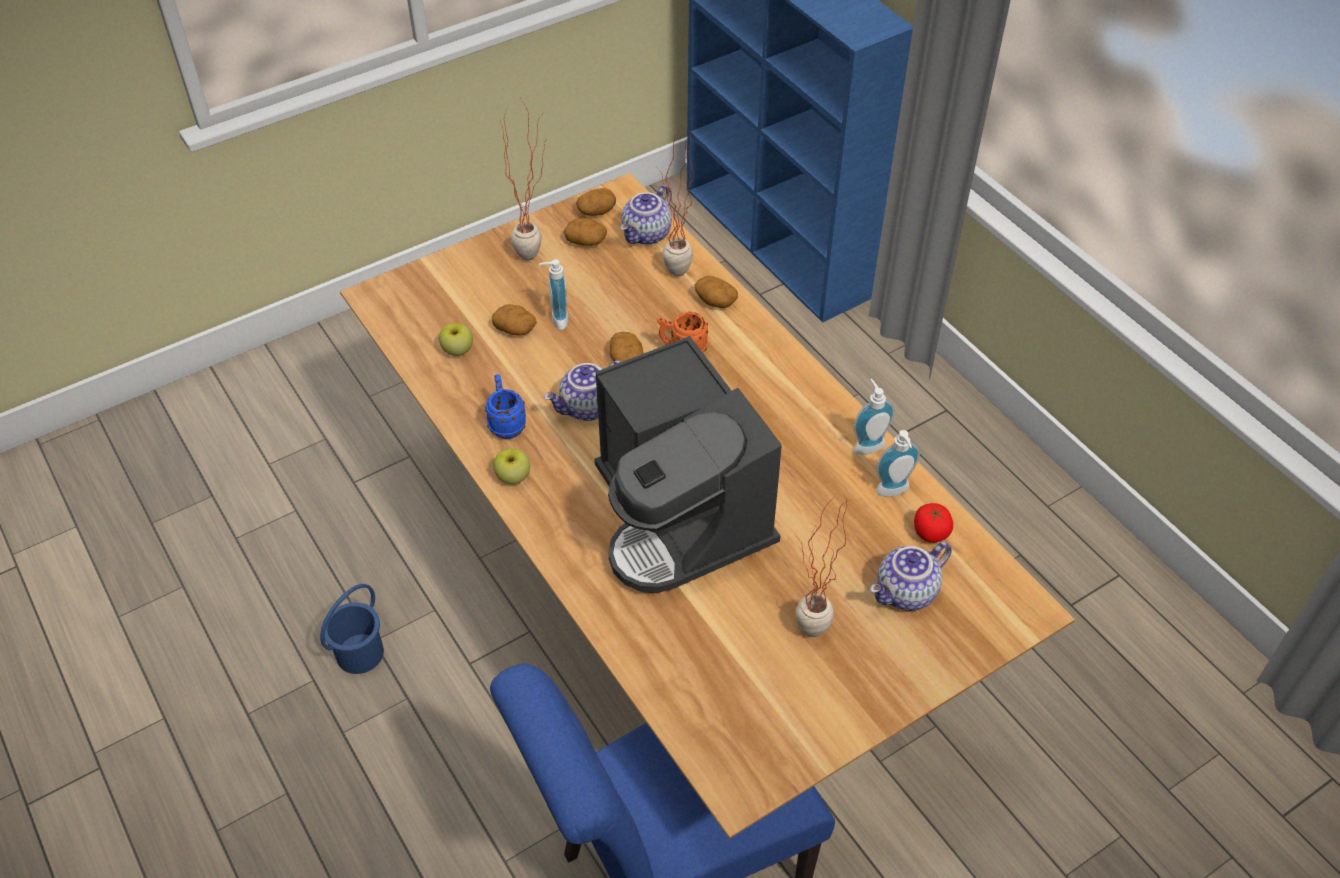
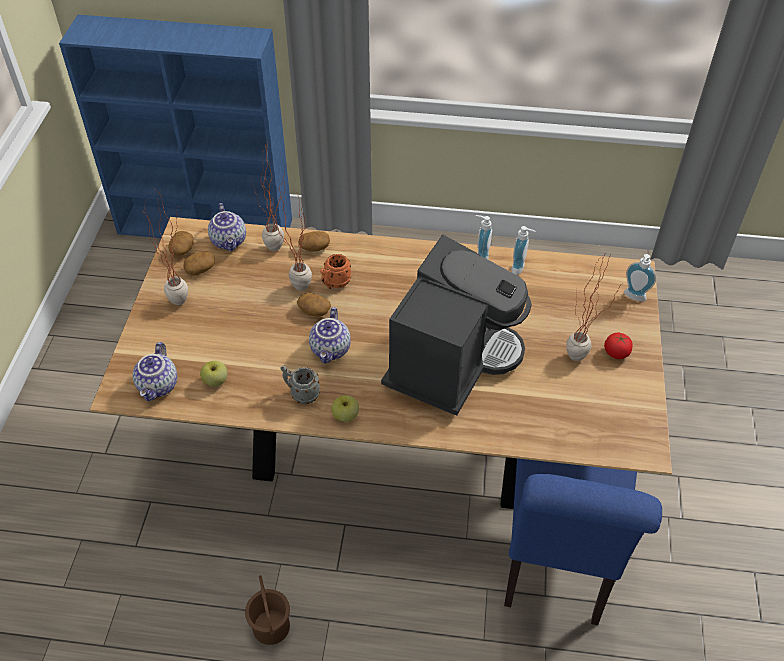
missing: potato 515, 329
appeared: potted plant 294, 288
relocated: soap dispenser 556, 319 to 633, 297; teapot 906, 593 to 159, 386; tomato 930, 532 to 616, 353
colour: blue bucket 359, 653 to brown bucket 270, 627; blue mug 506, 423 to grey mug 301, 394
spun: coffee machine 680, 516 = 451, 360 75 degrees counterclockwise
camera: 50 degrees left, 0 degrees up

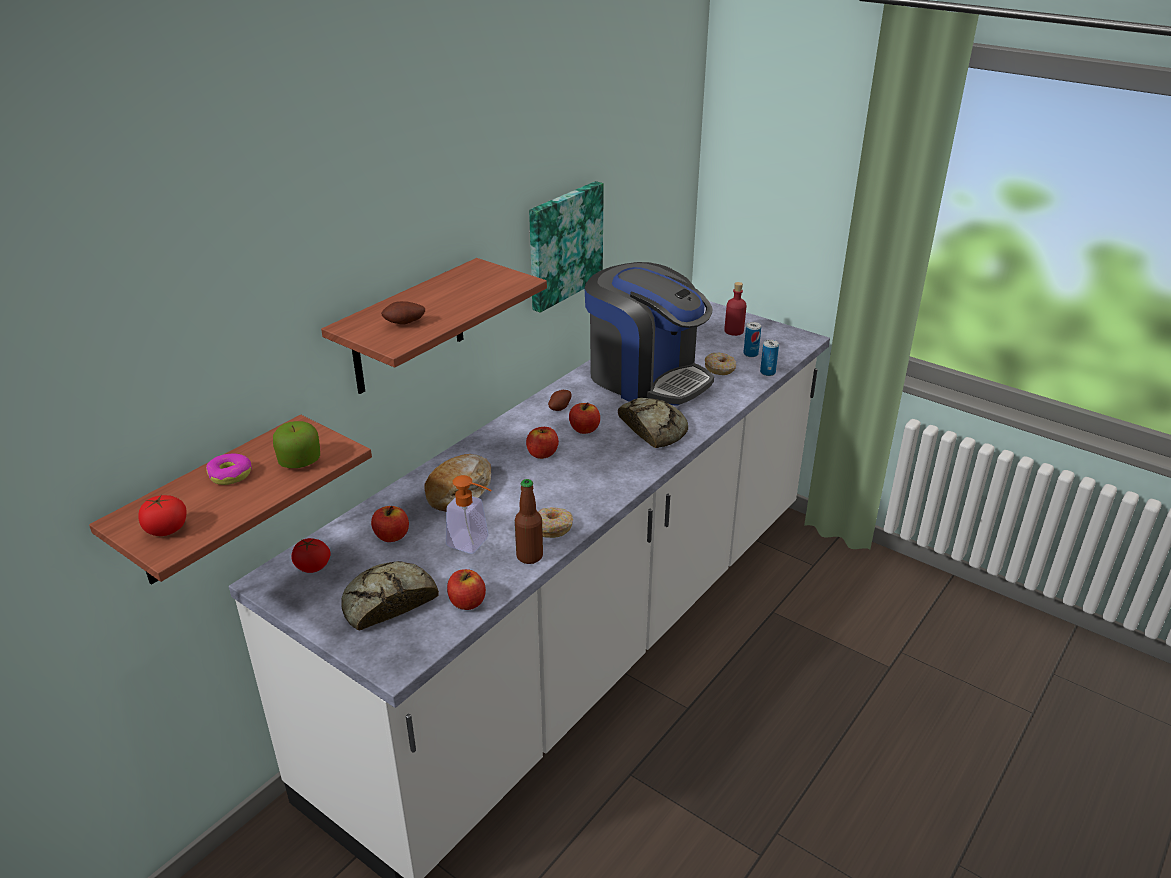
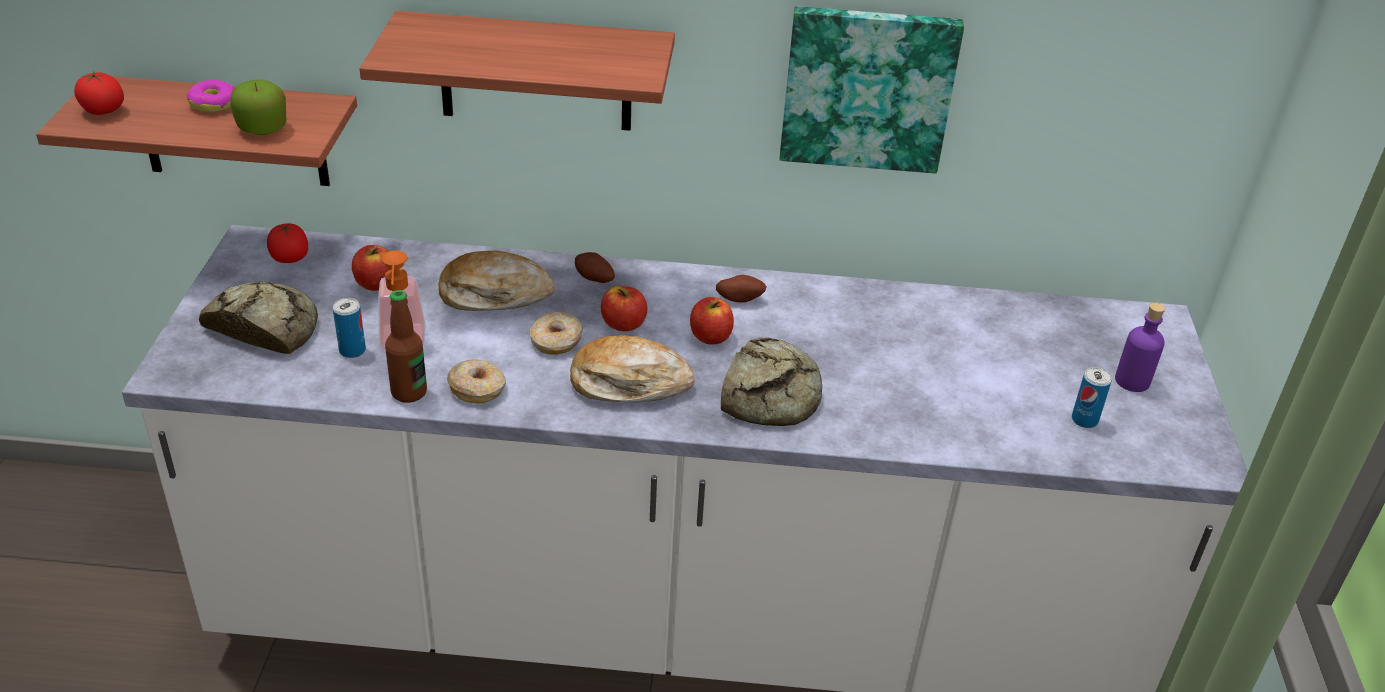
missing: apple 467, 602; coffee machine 646, 378
appeared: bread 629, 383
relocated: potato 404, 324 to 593, 280; donut 720, 369 to 556, 342; can 767, 372 to 352, 350
colour: red bottle 734, 331 to purple bottle 1132, 381
camera: 55 degrees right, 5 degrees up

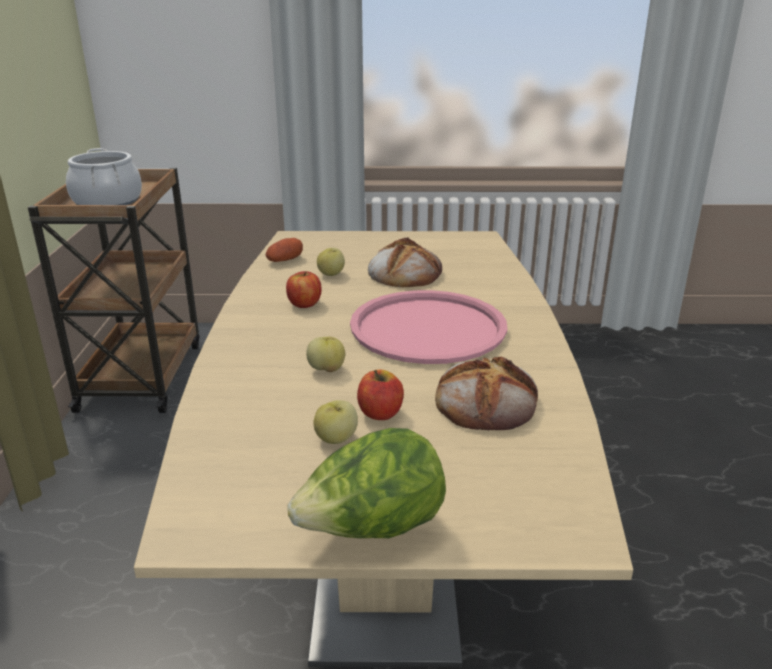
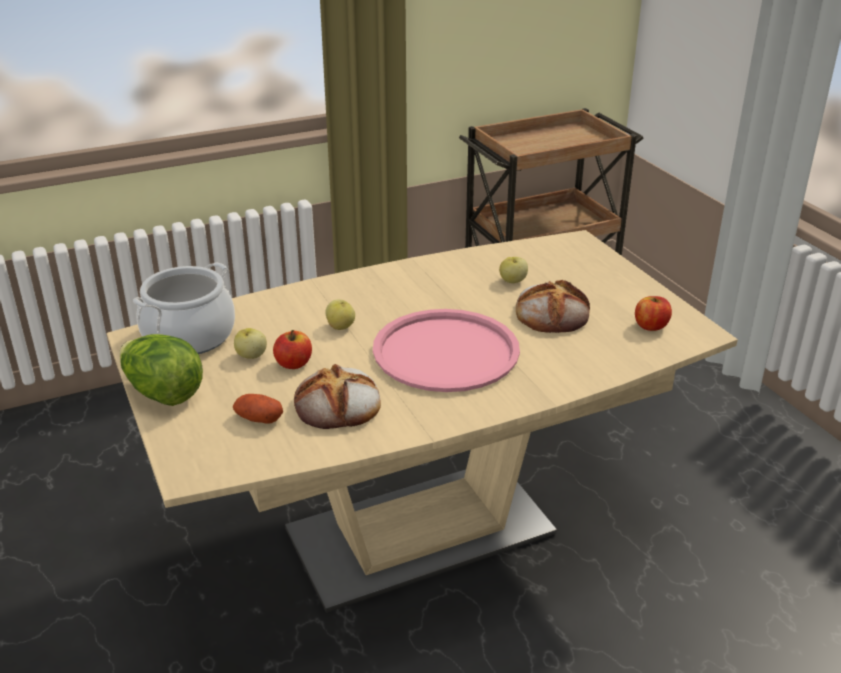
relocated: cooking pot 107, 201 to 189, 336; potato 285, 260 to 258, 419; apple 304, 304 to 650, 326
camera: 65 degrees right, 5 degrees up

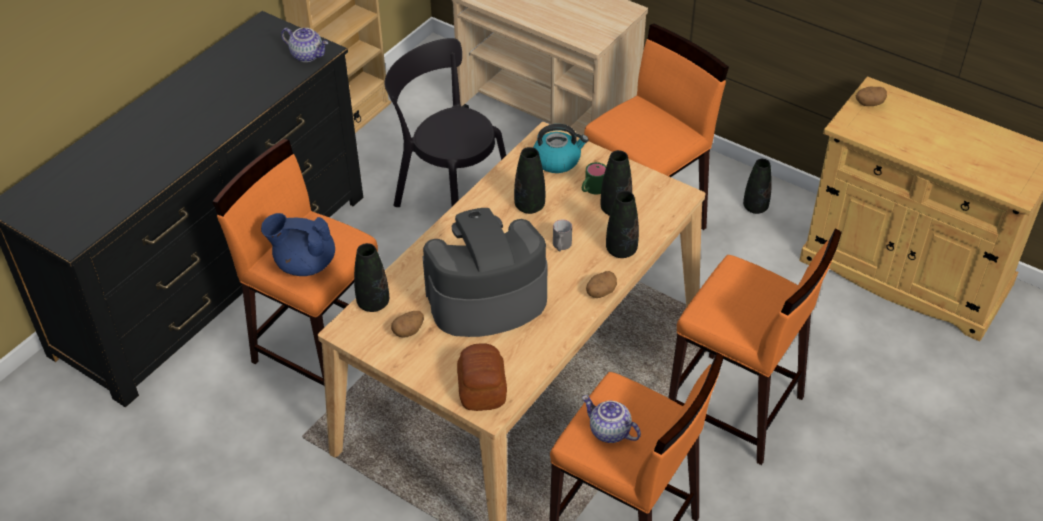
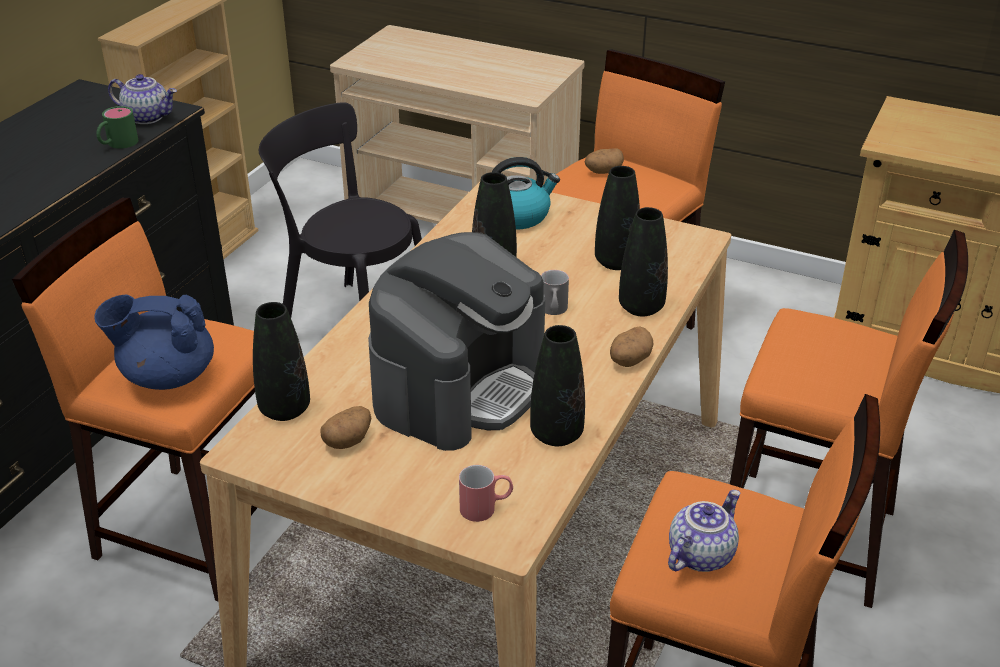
relocated: green mug 592, 189 to 117, 144; black vase 755, 207 to 556, 434; potato 869, 103 to 603, 172
exchanged: bread 482, 388 to red mug 486, 508
spun: coffee machine 486, 299 = 460, 386 150 degrees clockwise; teapot 608, 432 = 699, 554 105 degrees clockwise
camera: 10 degrees left, 10 degrees down

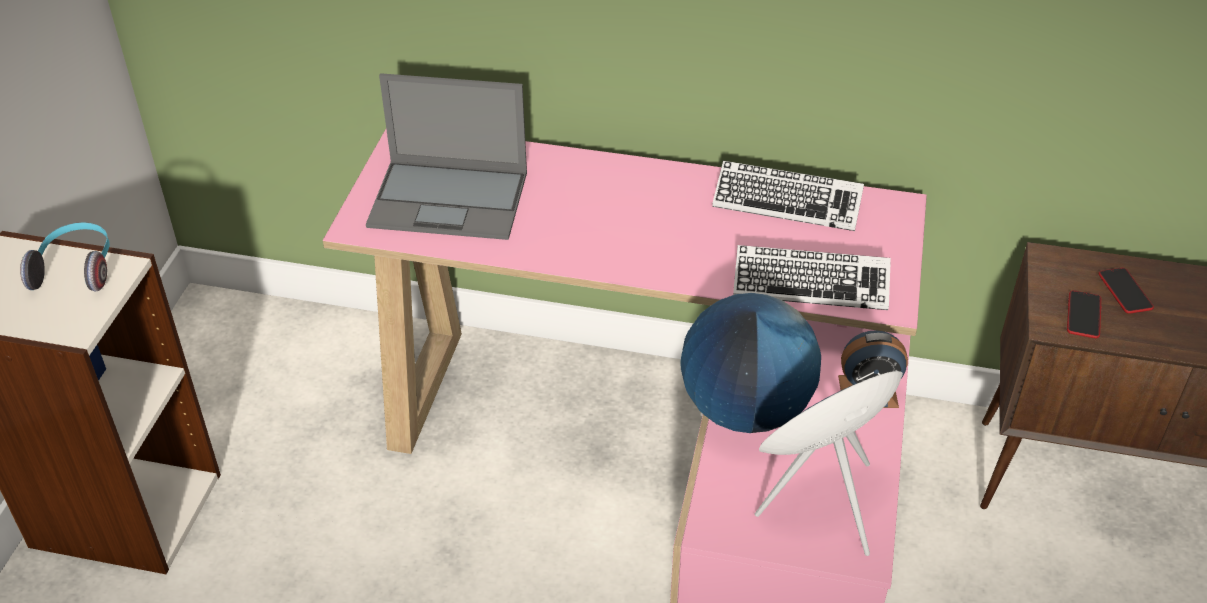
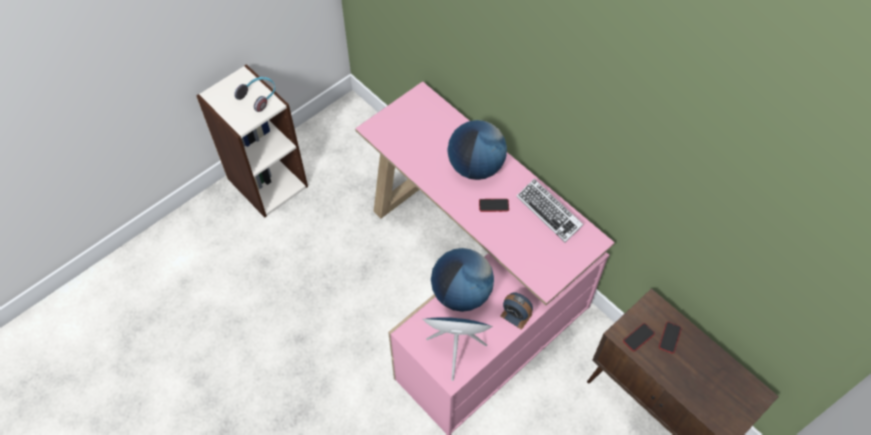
missing: laptop 451, 199; keyboard 810, 285
appeared: globe 475, 167; phone 493, 205
camera: 35 degrees right, 15 degrees up

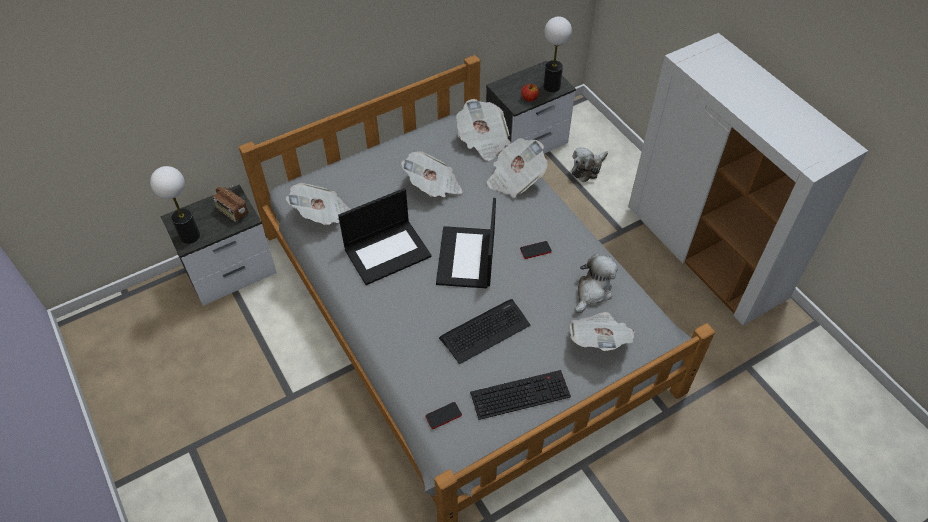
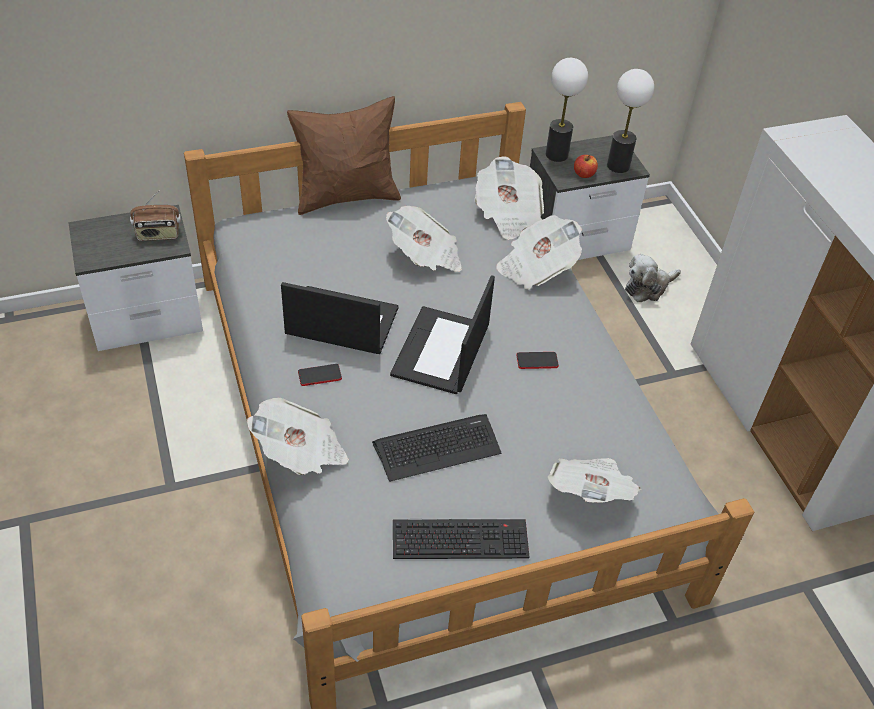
missing: plush toy 593, 291
appeared: brown pillow 346, 196
relocated: table lamp 189, 236 to 556, 155; newspaper 322, 214 to 301, 453; phone 443, 415 to 319, 375
spun: radio 232, 212 = 158, 234 60 degrees counterclockwise; laptop 388, 251 = 340, 322 150 degrees counterclockwise
camera: 10 degrees right, 5 degrees down

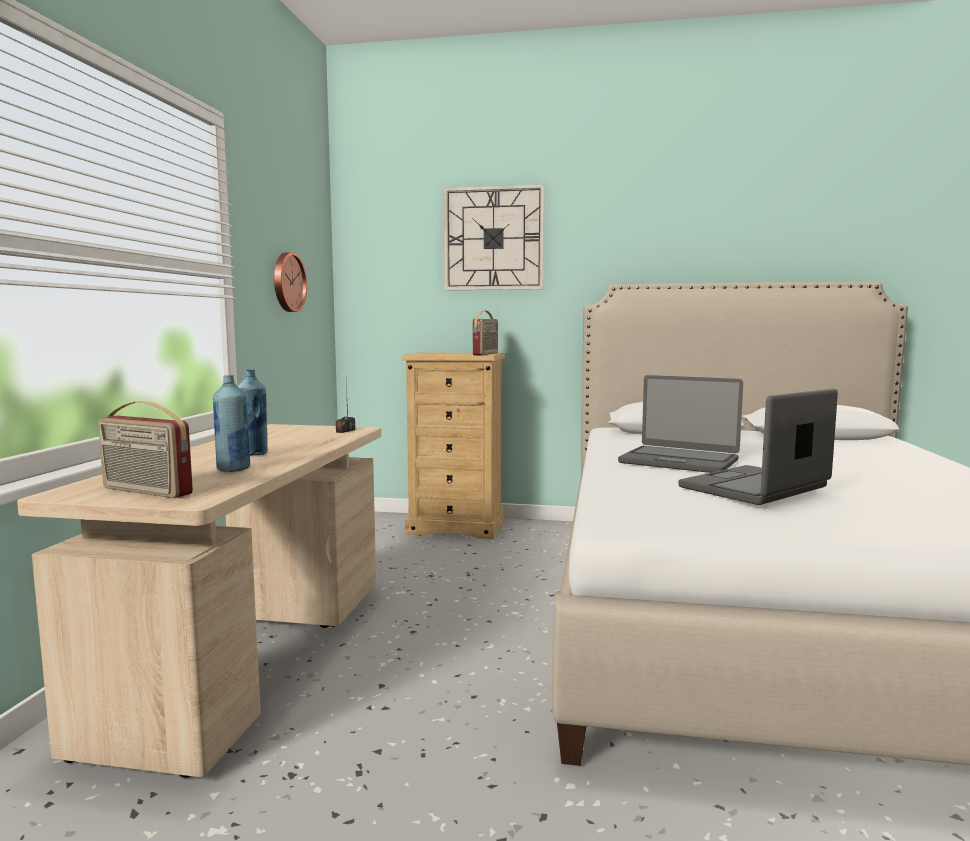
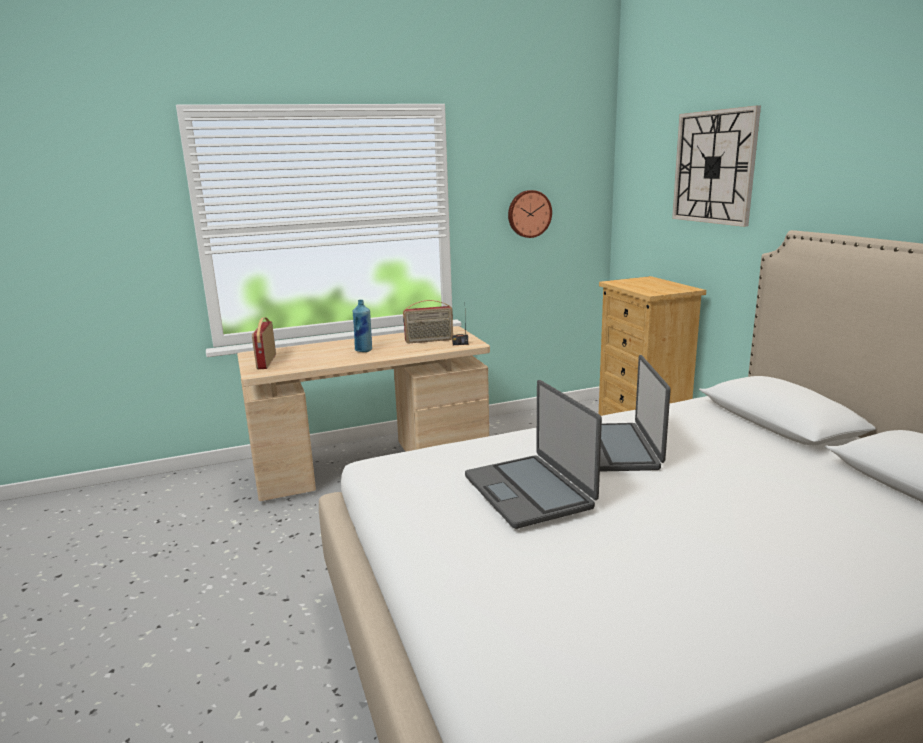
missing: blue bottle 233, 469
relocated: radio 486, 354 to 429, 341
spun: laptop 755, 488 = 529, 491 135 degrees counterclockwise
camera: 60 degrees right, 10 degrees up

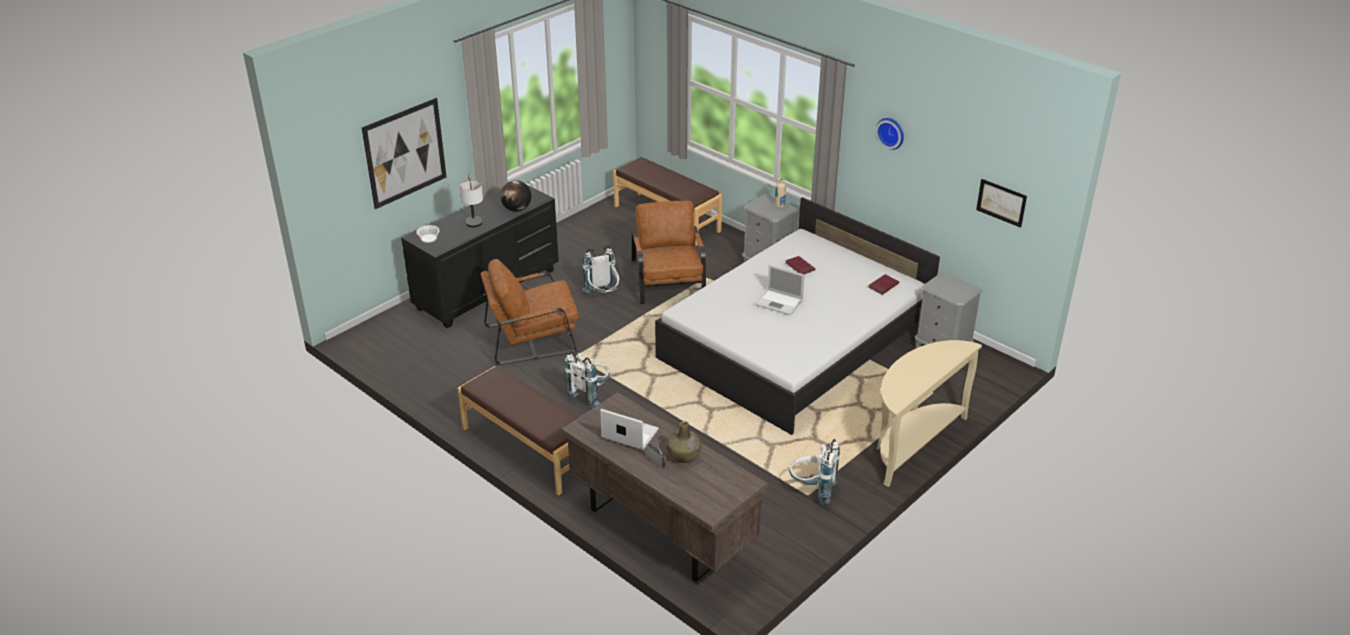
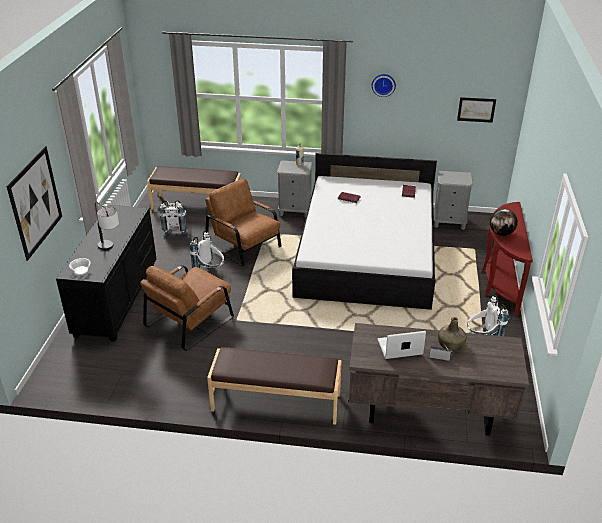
missing: laptop 780, 302
relocated: globe 517, 209 to 501, 233; white backpack 590, 393 to 176, 228
colour: beige console table 912, 443 to red console table 499, 283
camera: 35 degrees left, 0 degrees up

